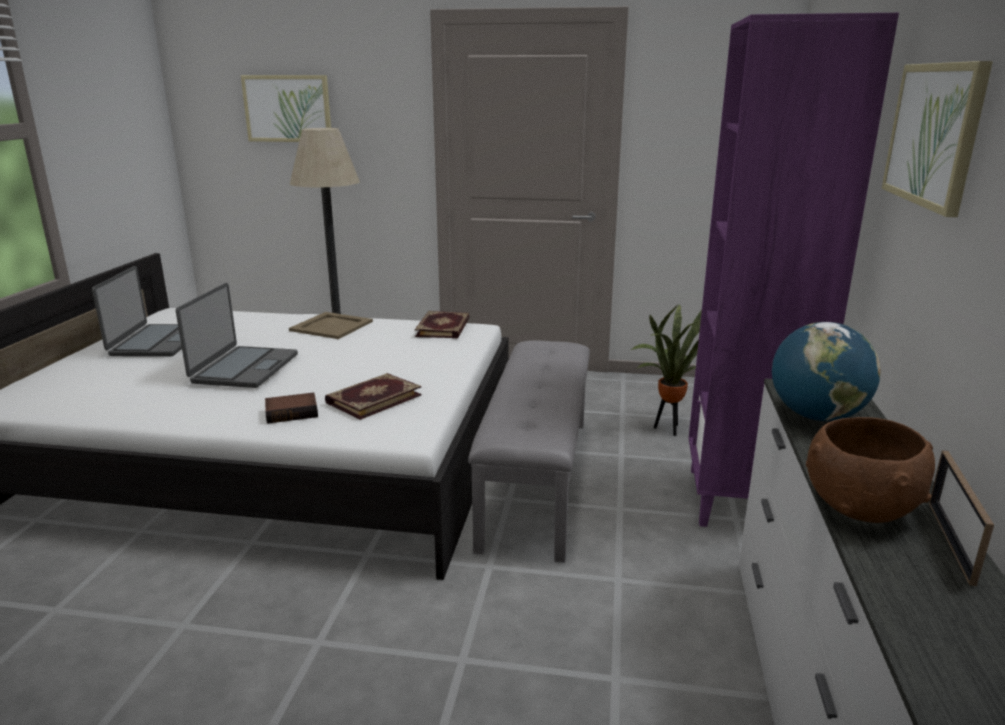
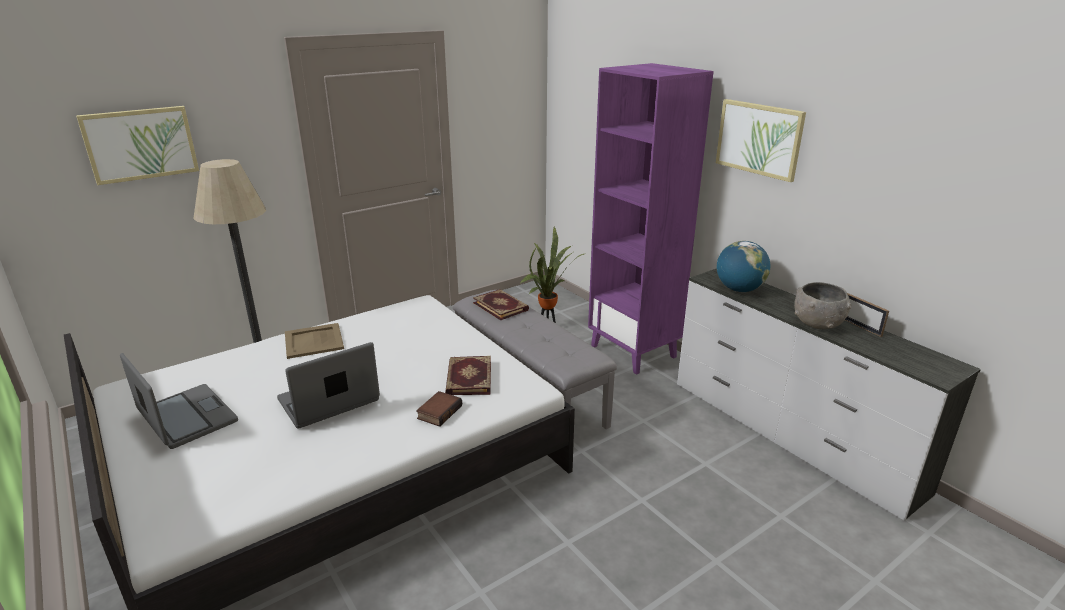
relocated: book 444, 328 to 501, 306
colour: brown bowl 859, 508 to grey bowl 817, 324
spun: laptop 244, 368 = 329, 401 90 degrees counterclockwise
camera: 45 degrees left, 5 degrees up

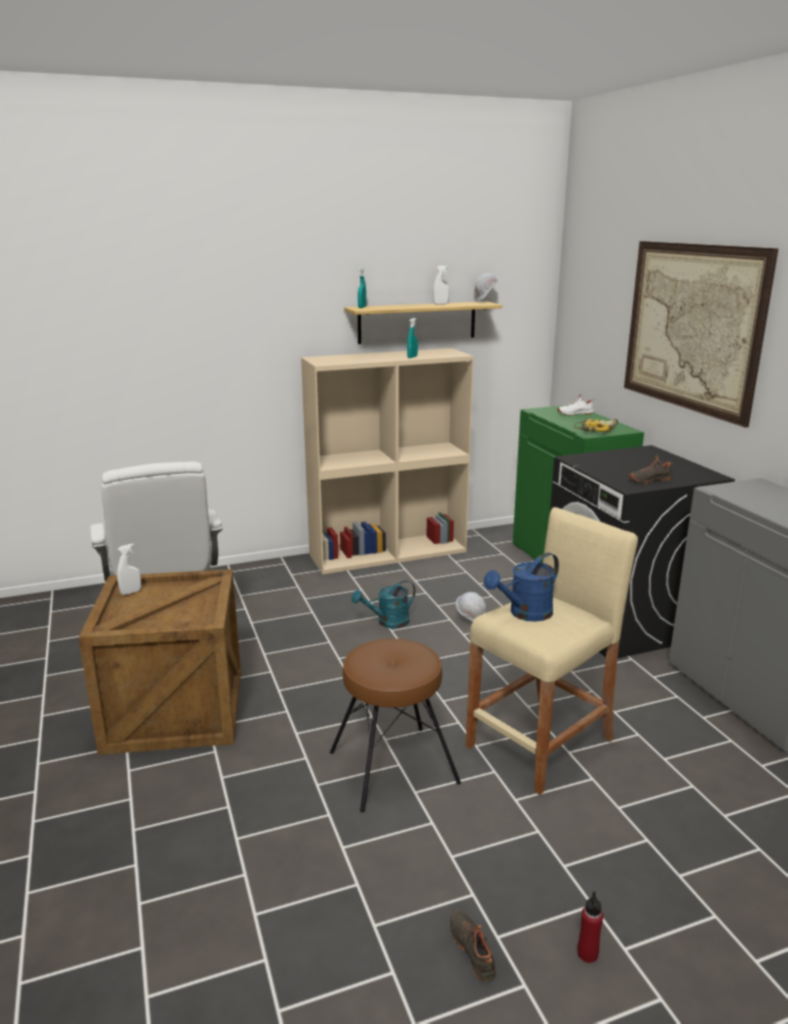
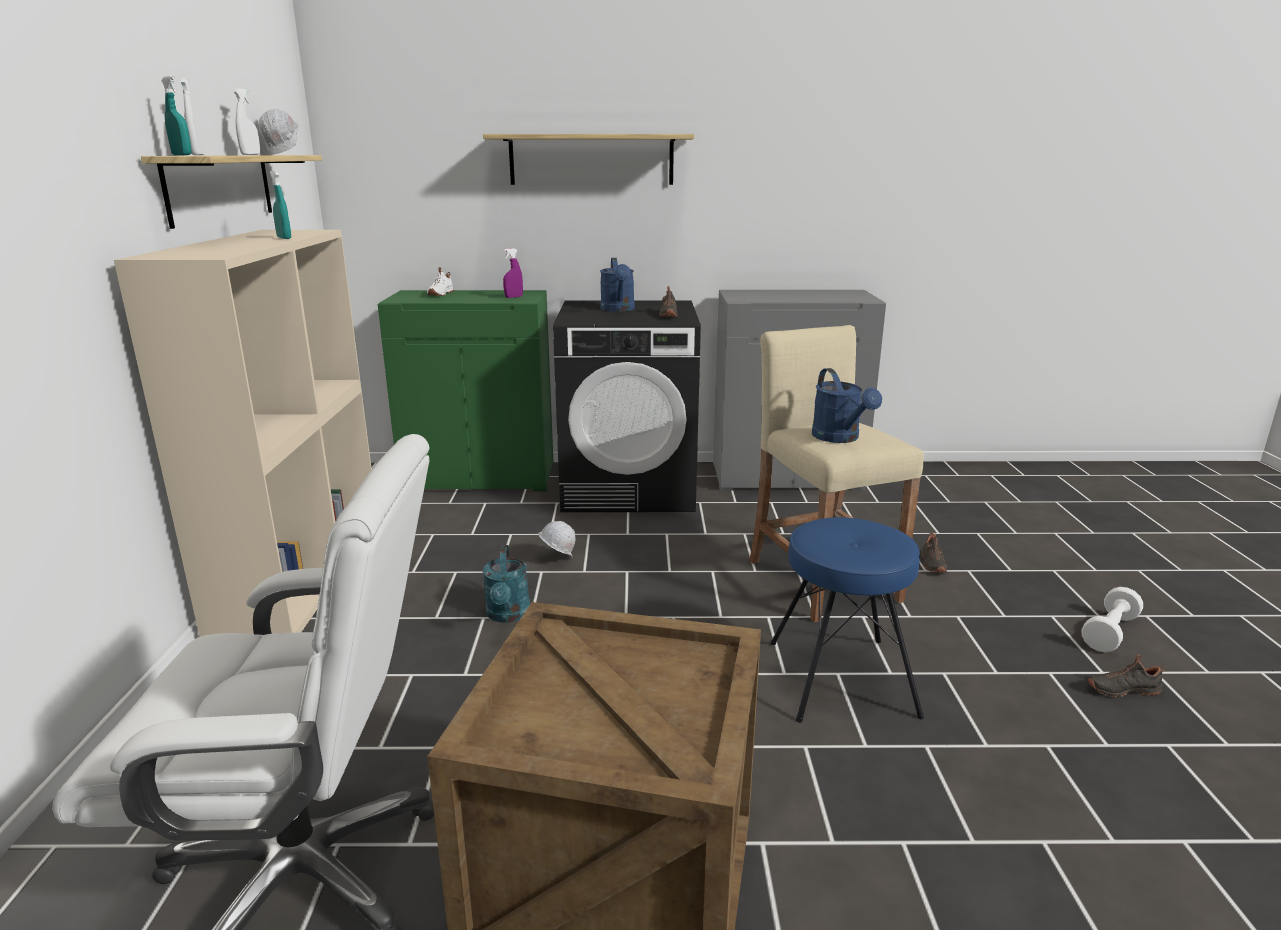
appeared: blue watering can 618, 309; black shoe 932, 564
relocated: white spray bottle 131, 592 to 198, 155
exchanged: power drill 596, 429 to purple spray bottle 513, 297; red bottle 587, 953 to white dumbbell 1109, 633; picture 692, 327 to shelf 591, 159
colour: brown stool 392, 766 to blue stool 839, 678
camera: 70 degrees left, 0 degrees up

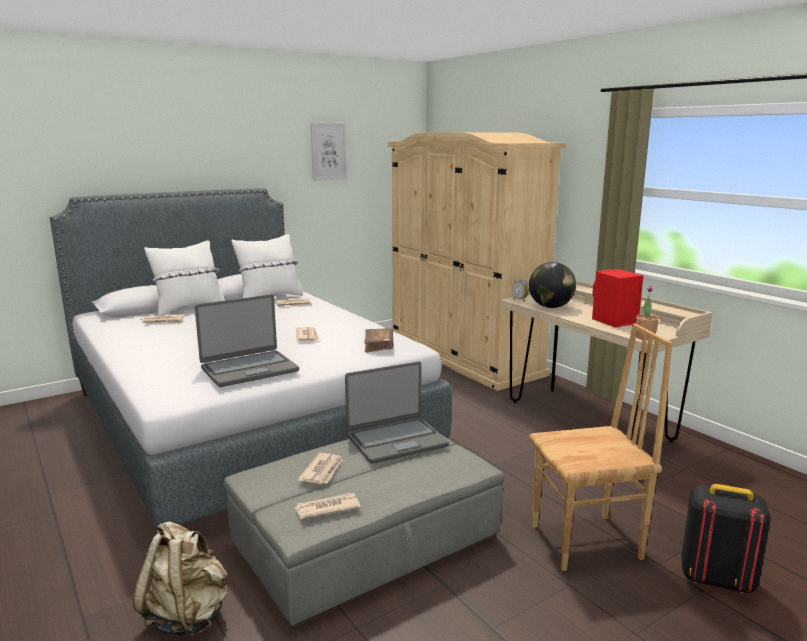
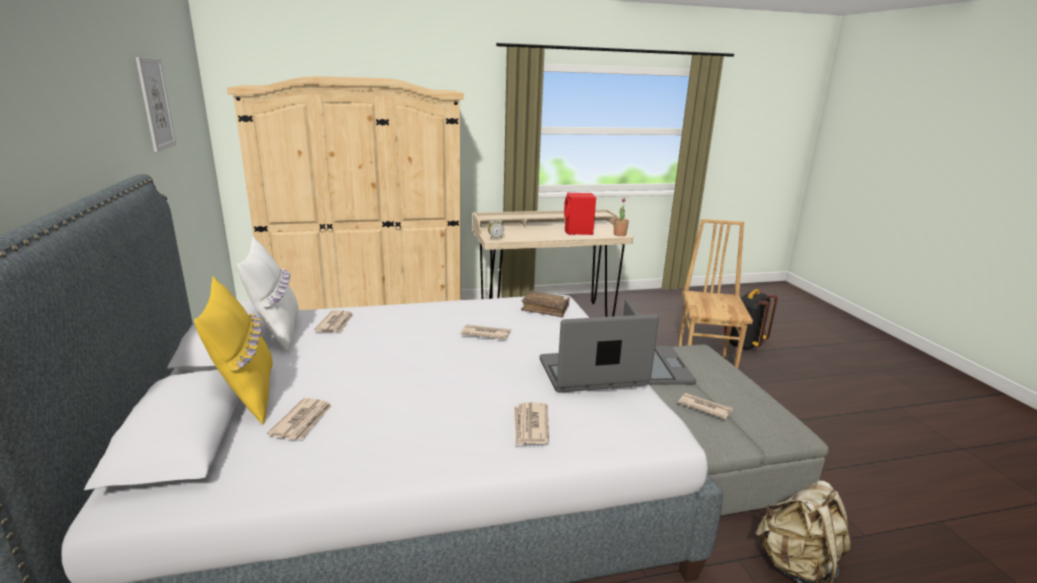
missing: globe 550, 307
relocated: newspaper 326, 508 to 530, 426
colour: white pillow 189, 308 to yellow pillow 246, 395
spun: laptop 249, 369 = 592, 373 90 degrees counterclockwise
camera: 70 degrees left, 5 degrees up

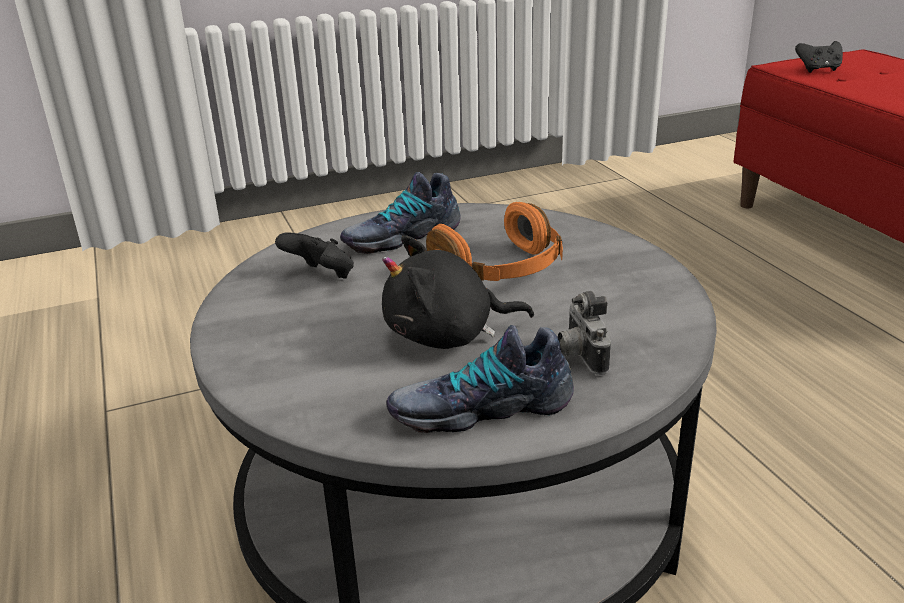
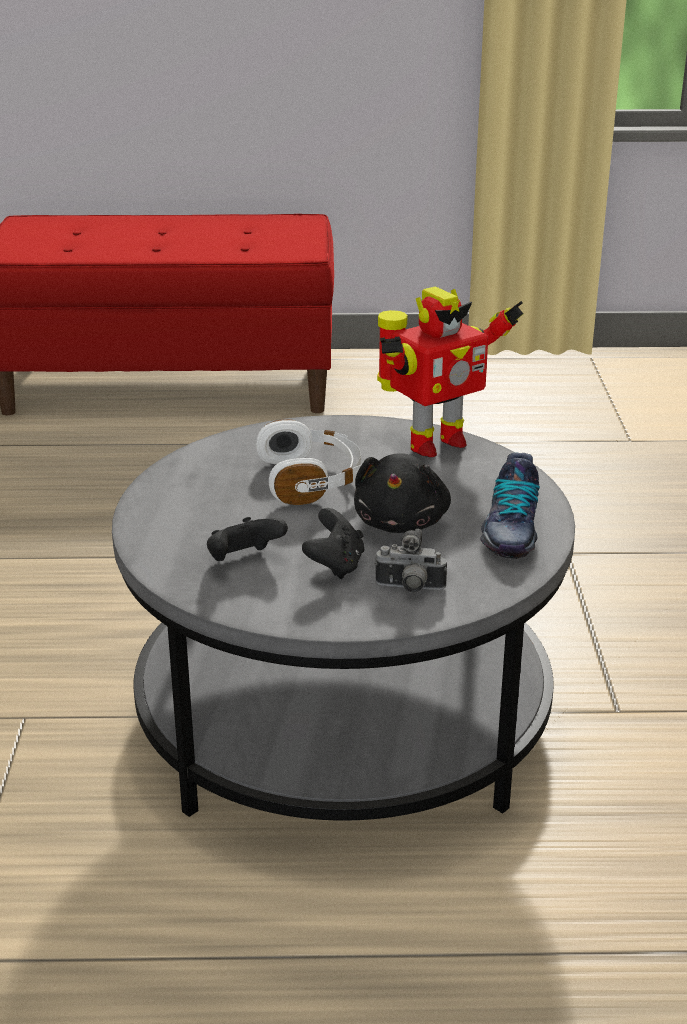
missing: shoe 401, 236
appeared: toy robot 433, 444
relocated: photo camera 579, 356 to 409, 589; black game controller 818, 70 to 335, 565
colour: orange headphones 501, 270 to white headphones 311, 480
camera: 70 degrees left, 0 degrees up

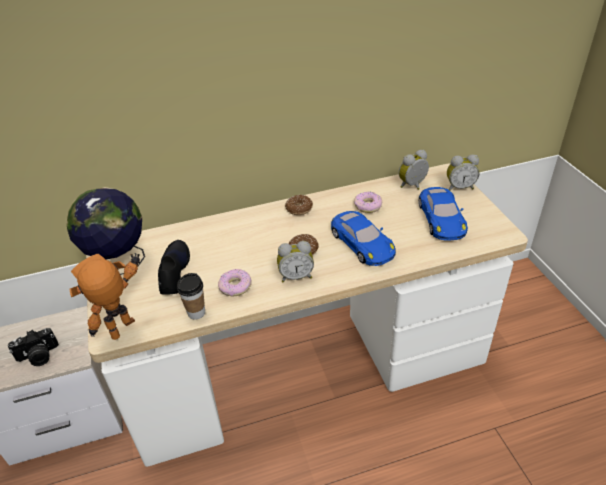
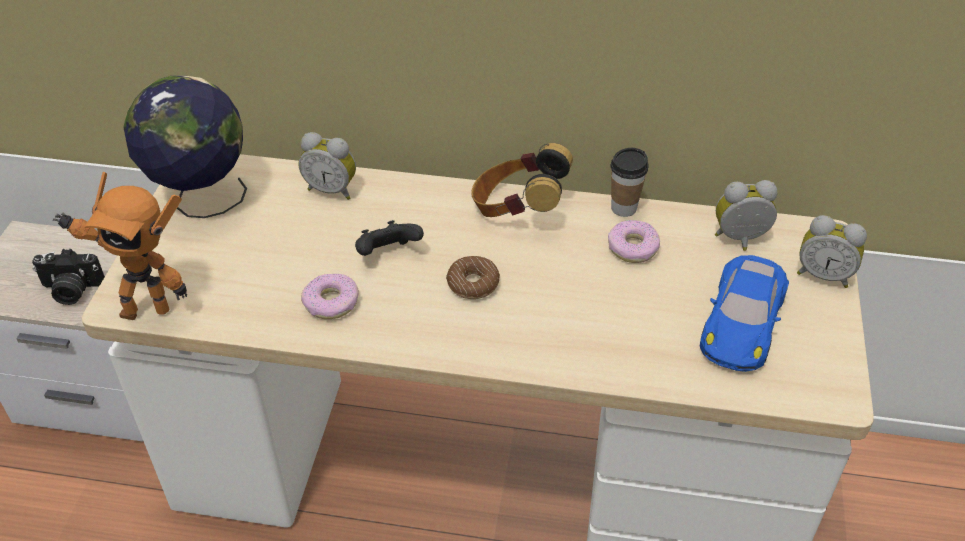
missing: black shoe 174, 271; blue toy car 362, 243
appeared: black game controller 388, 254
relocated: cup 196, 313 to 623, 208; alarm clock 296, 276 to 332, 189
exchanged: donut 299, 209 to headphones 517, 209
spun: toy robot 127, 331 = 146, 308 150 degrees counterclockwise
camera: 25 degrees right, 5 degrees up

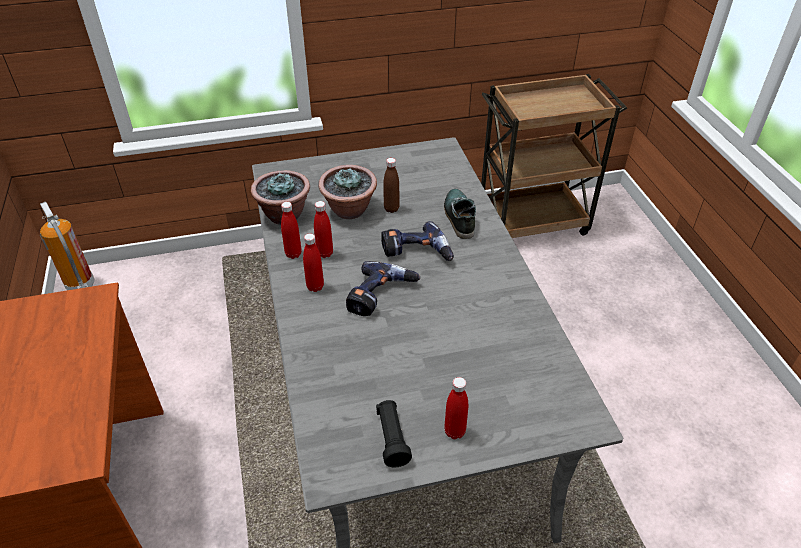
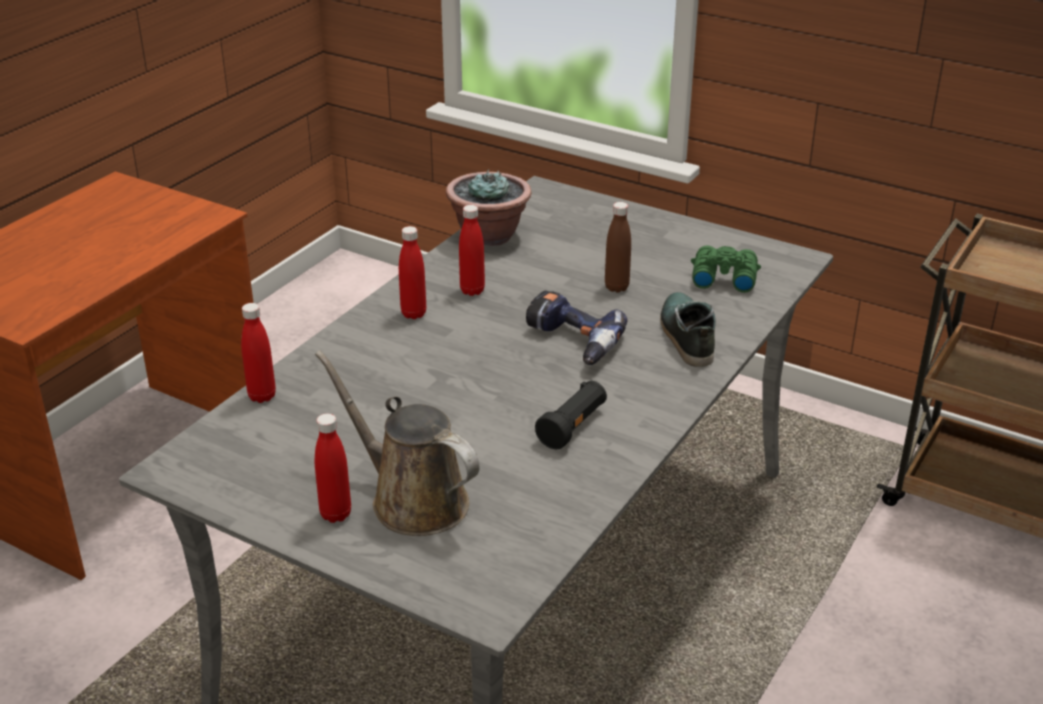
missing: fire extinguisher 81, 286; potted plant 349, 210; power drill 381, 296
appeared: brown watering can 412, 499; green binoculars 722, 277
relocated: red bottle 293, 254 to 262, 396; black flashlight 392, 439 to 573, 426
spun: shoe 458, 217 = 686, 335 45 degrees counterclockwise
camera: 45 degrees right, 10 degrees down

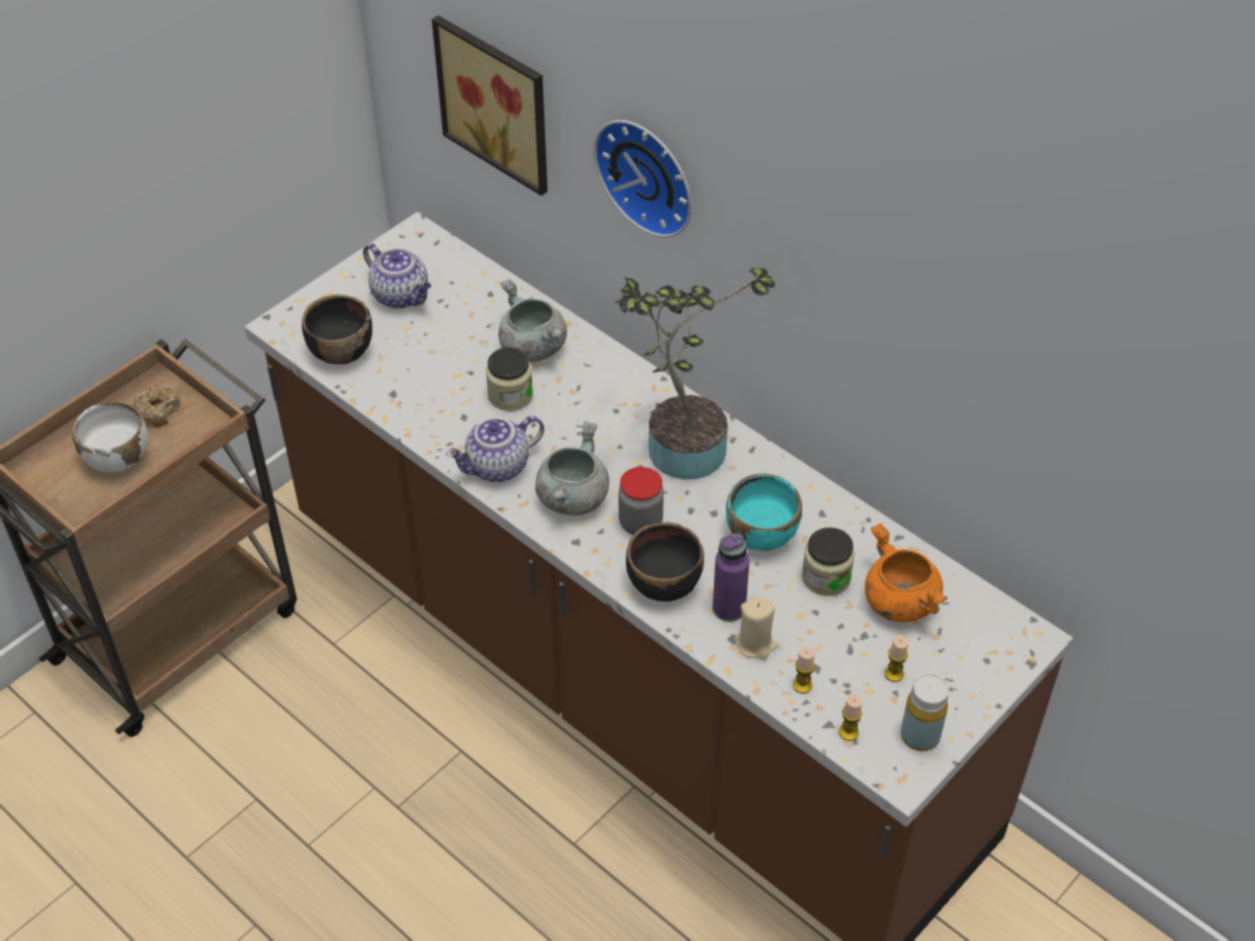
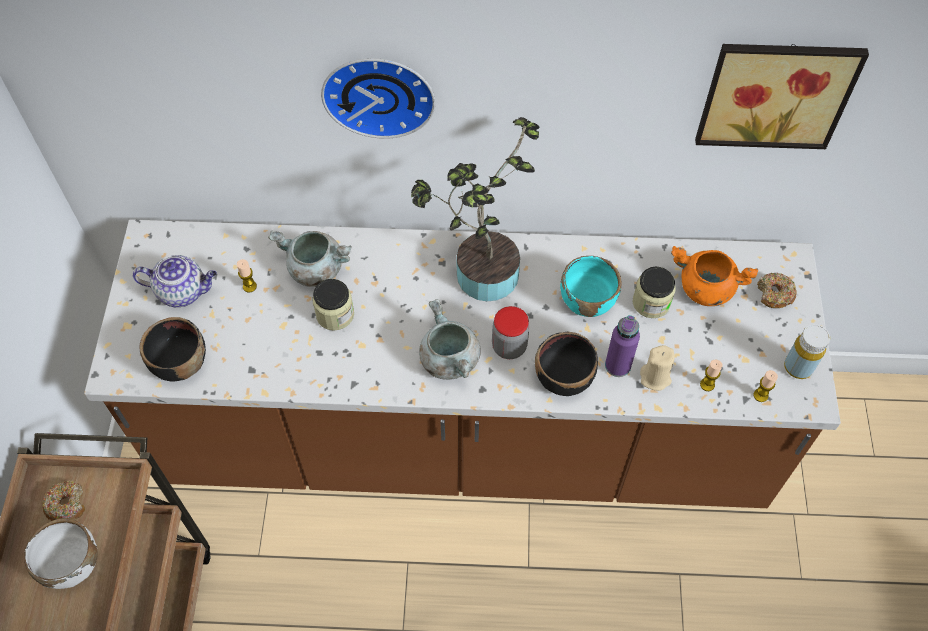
missing: teapot 498, 468
appeared: donut 774, 294
relocated: picture 498, 101 to 775, 91; candle 894, 674 to 249, 286
camera: 40 degrees left, 10 degrees up

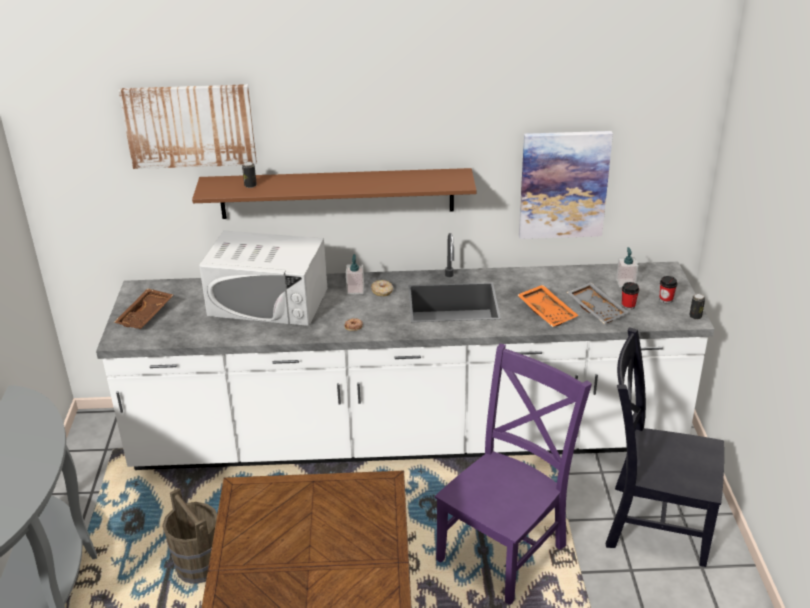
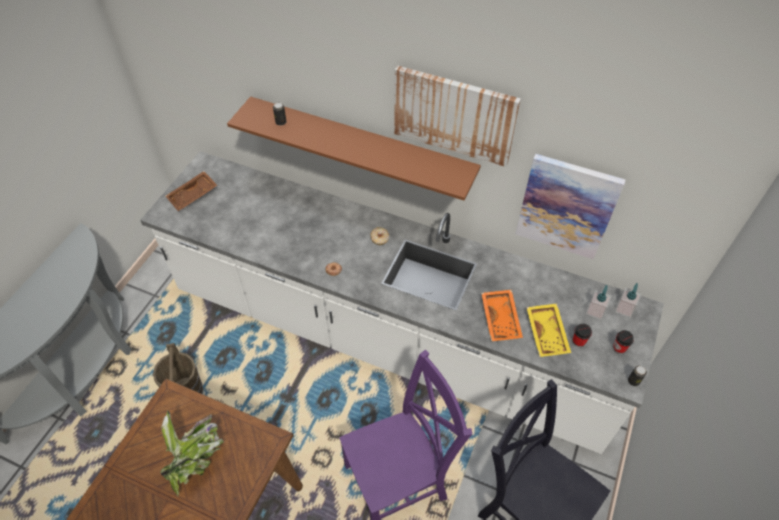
missing: white microwave 268, 302
appeared: potted plant 197, 460
relocated: picture 190, 126 to 454, 115; soap dispenser 355, 289 to 624, 309
colour: grey tray 597, 309 to yellow tray 547, 333
camera: 25 degrees right, 20 degrees up

